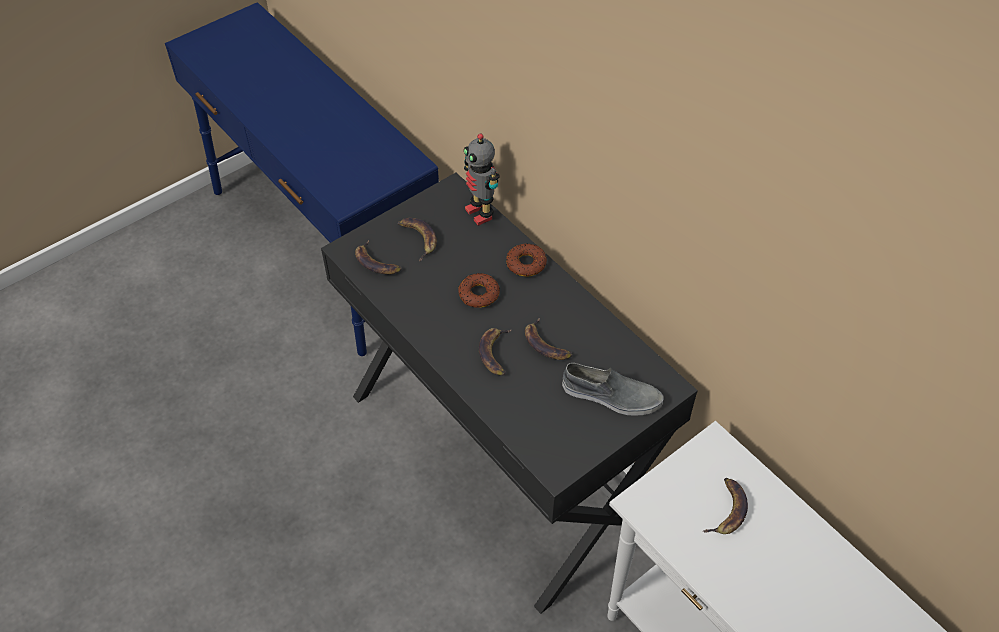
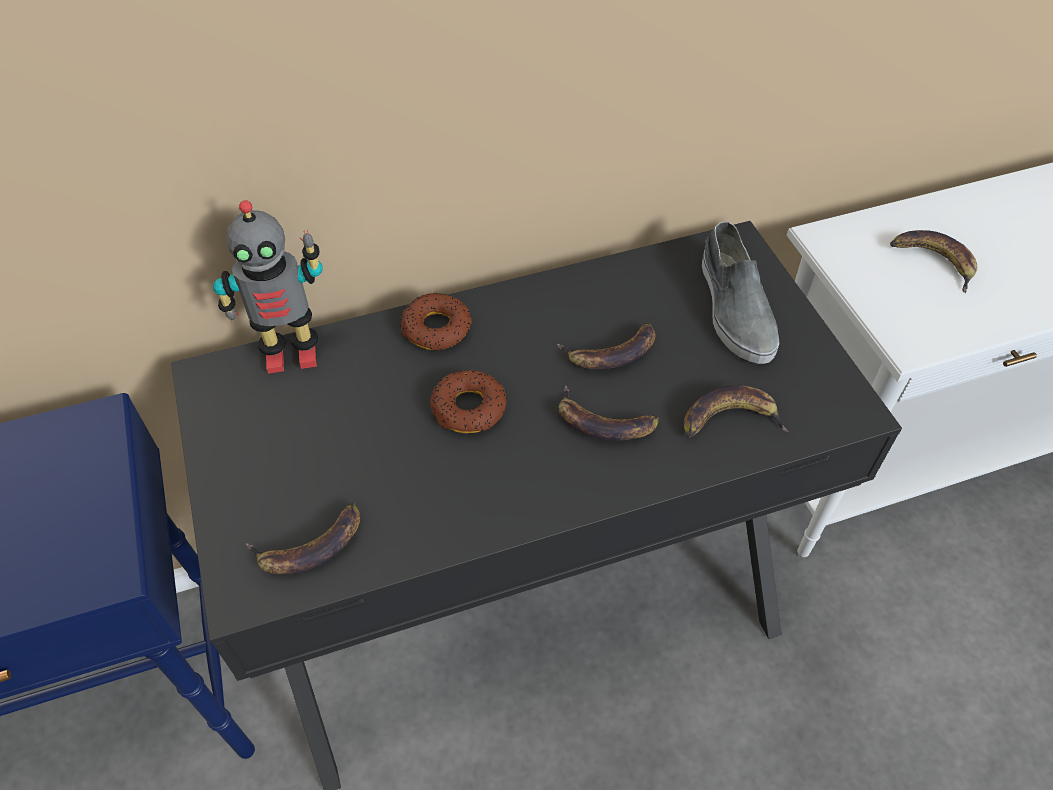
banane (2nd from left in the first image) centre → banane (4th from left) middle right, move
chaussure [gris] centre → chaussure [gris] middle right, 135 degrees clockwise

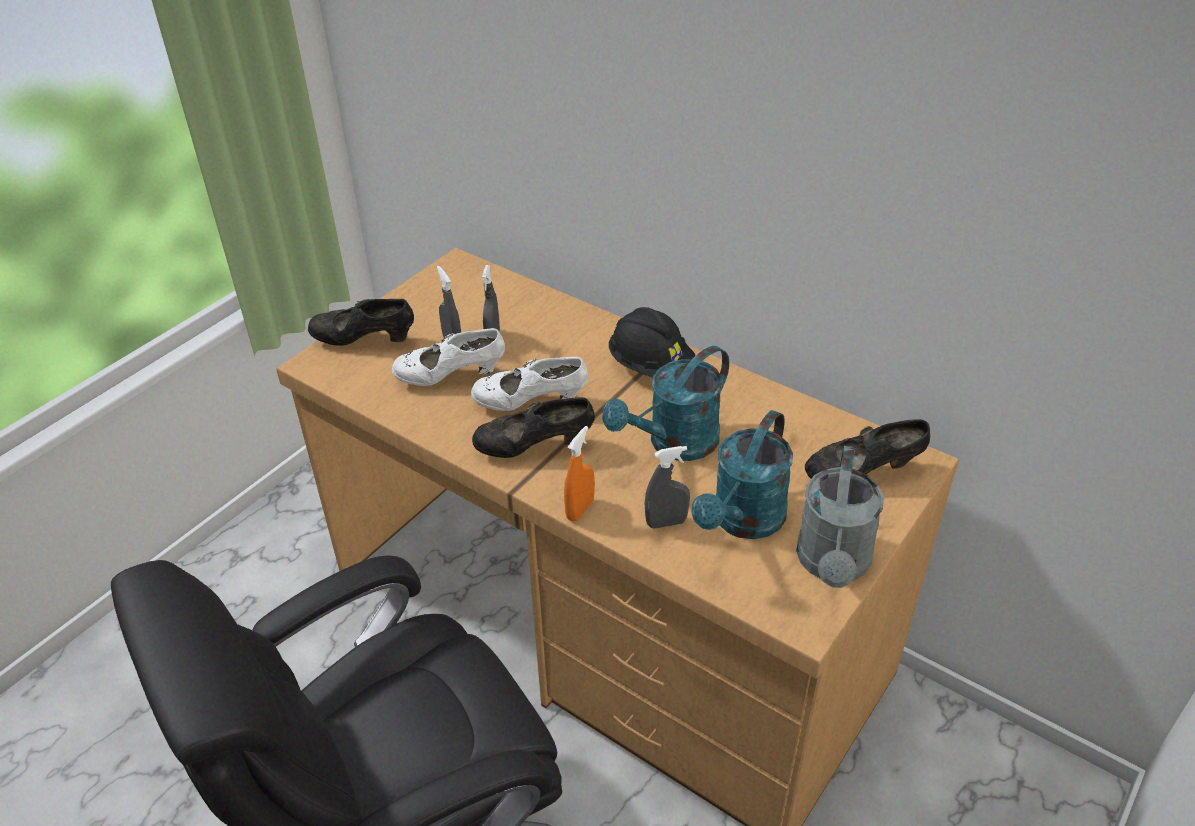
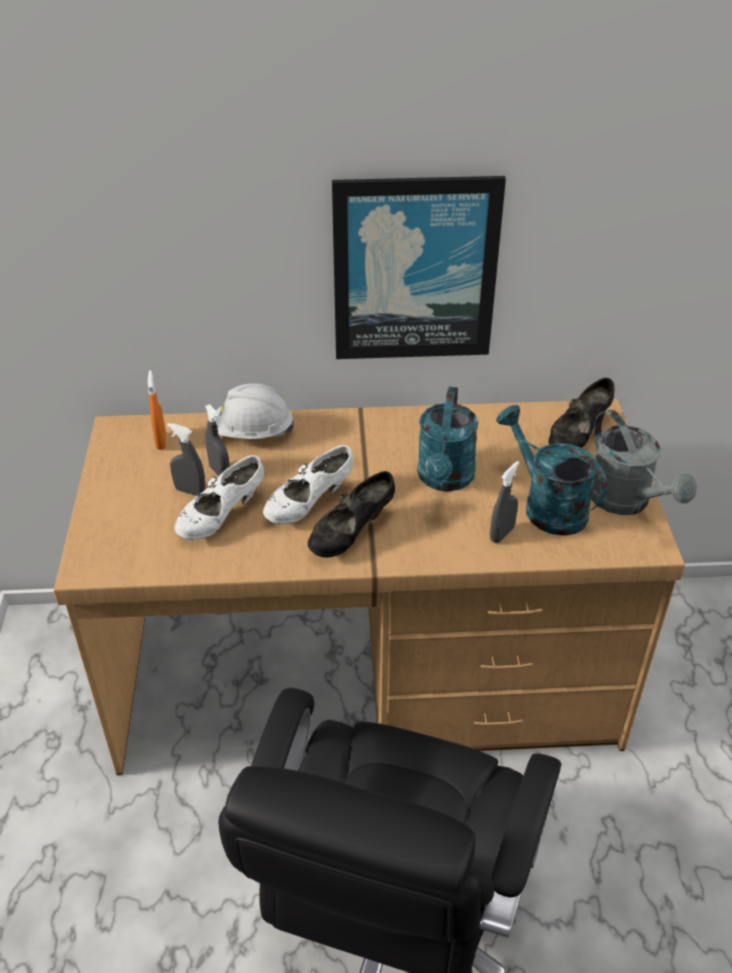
chaussure [noir] (1st from left) middle left → -
vaporisateur [orange] centre → vaporisateur [orange] middle left, move
casque de chantier [noir] centre → -
arrosoir [turquoise] (2nd from left) centre → arrosoir [turquoise] (2nd from left) middle right, 150 degrees clockwise
- → casque de chantier [blanc] centre
- → tableau top centre

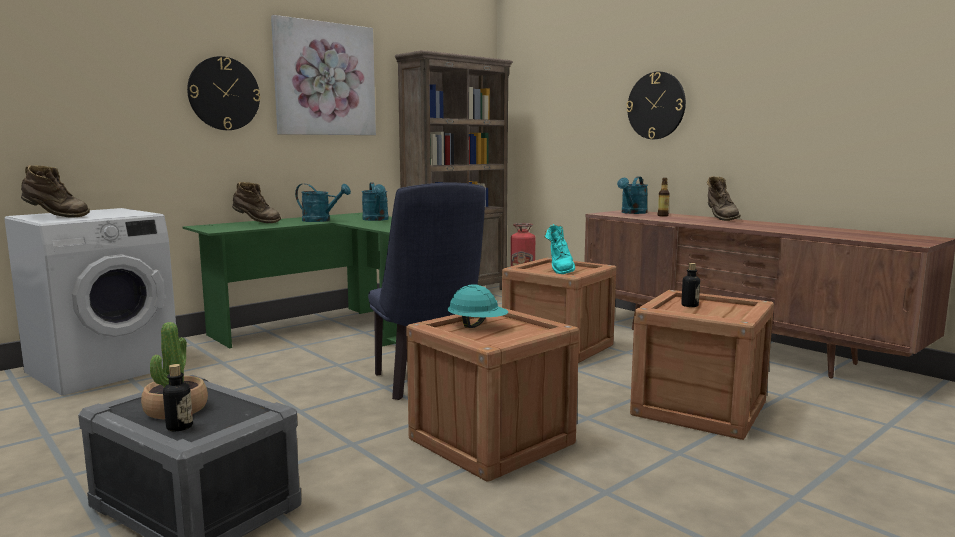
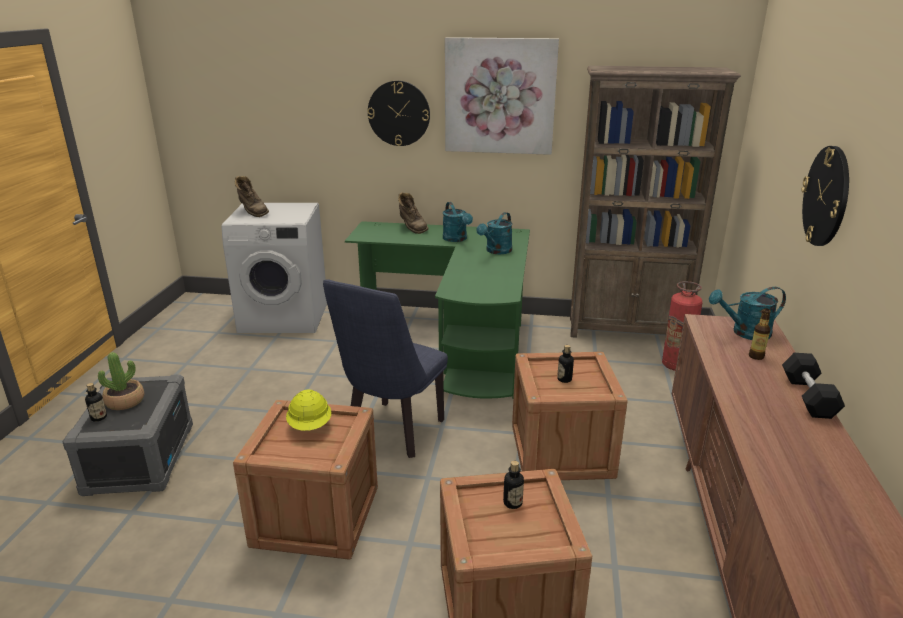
casque de chantier [turquoise] centre → casque de chantier [jaune] centre
botte [turquoise] centre → bouteille (3rd from left) centre
botte [marron] (3rd from left) middle right → haltère [noir] middle right

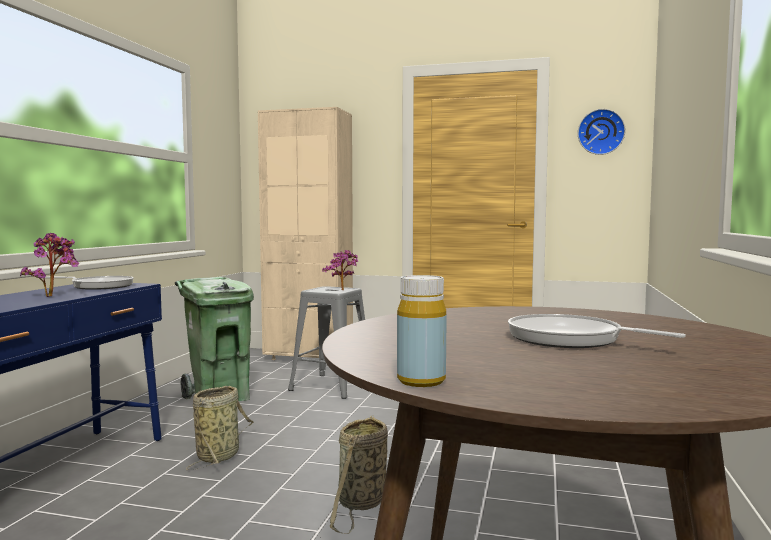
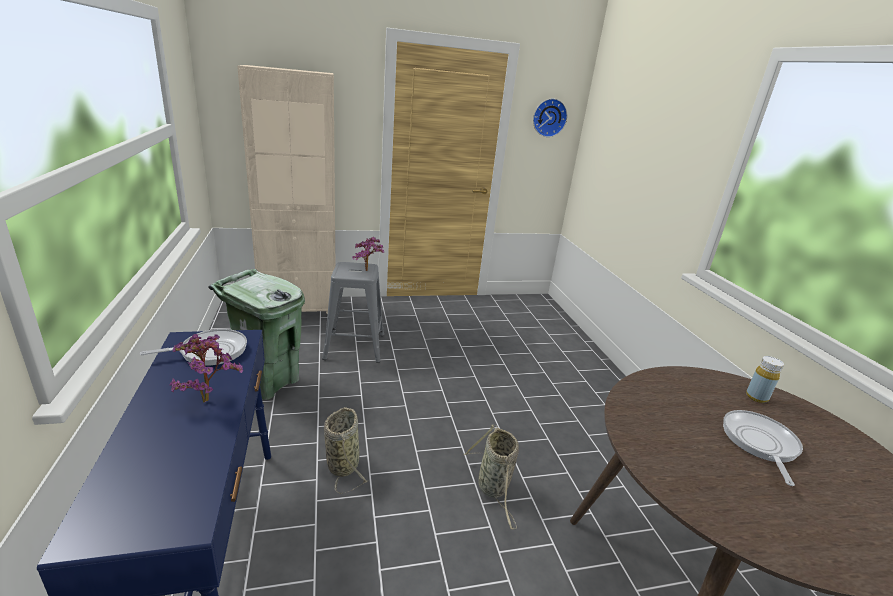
bouteille [jaune] centre → bouteille [jaune] middle right, move
poêle (2nd from left) middle right → poêle (2nd from left) bottom right, 90 degrees clockwise

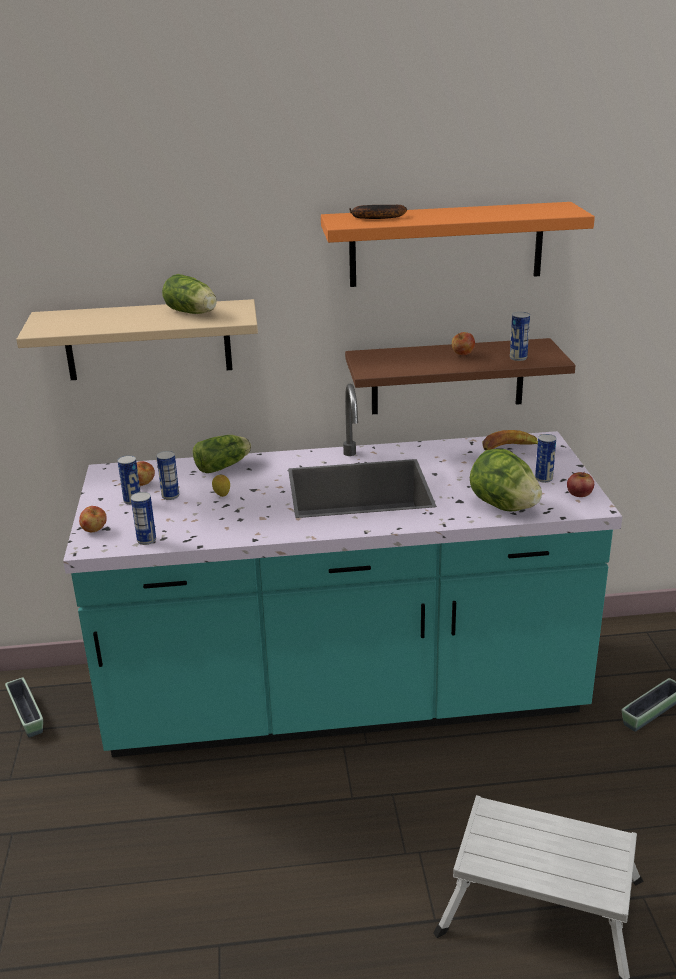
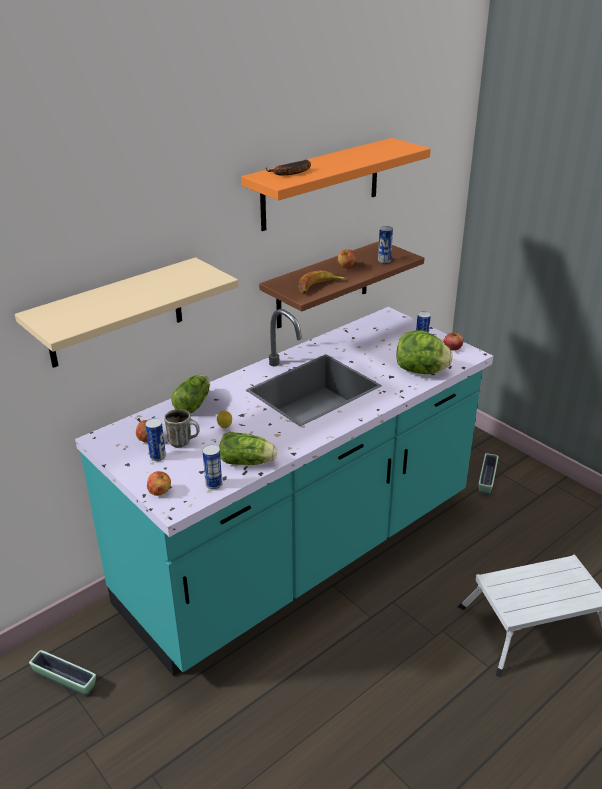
boîte métallique (3rd from left) middle left → mug middle left
laitue (1st from left in the first image) top left → laitue (2nd from left) centre, move
banane (2nd from left) middle right → banane (2nd from left) centre, move

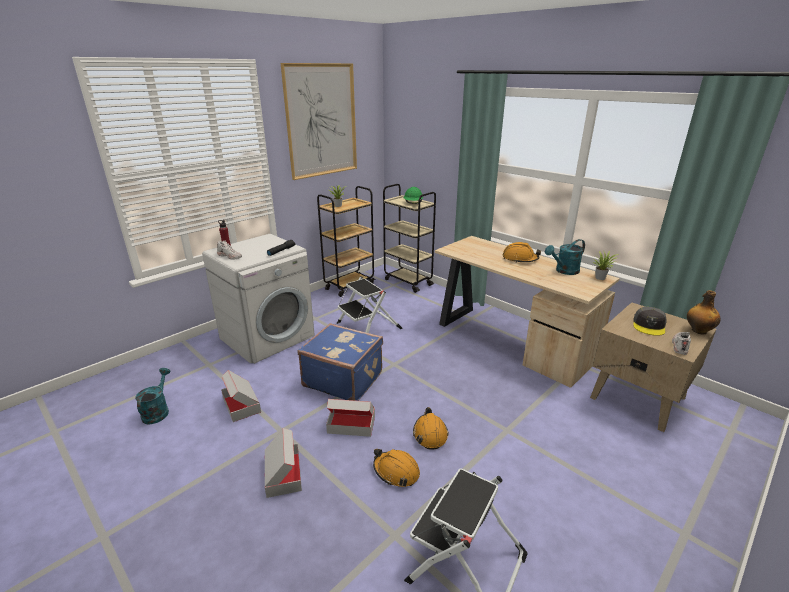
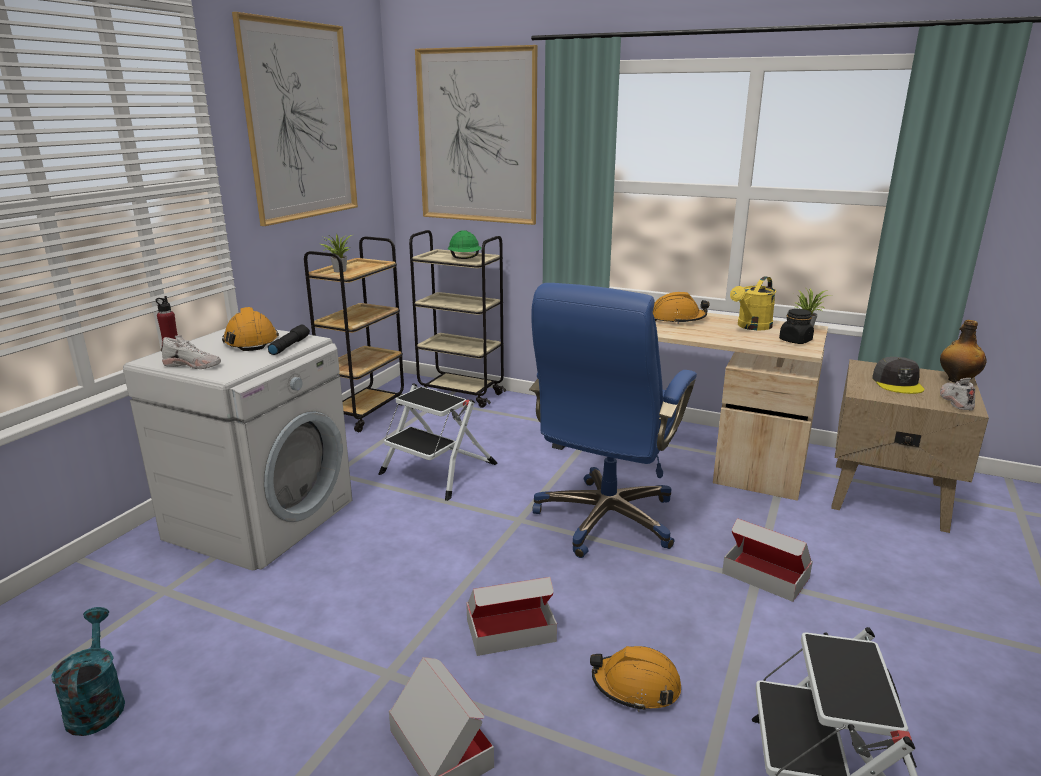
carton (1st from left in the first image) bottom left → carton (3rd from left) bottom right, move
valise [bleu] centre → -
casque de chantier [orange] (2nd from left in the first image) bottom centre → casque de chantier [orange] (1st from left) middle left, move
arrosoir [turquoise] (2nd from left) middle right → arrosoir [jaune] middle right
- → tableau (2nd from left) top centre
- → chaise de bureau [bleu] centre
- → bocal [noir] middle right

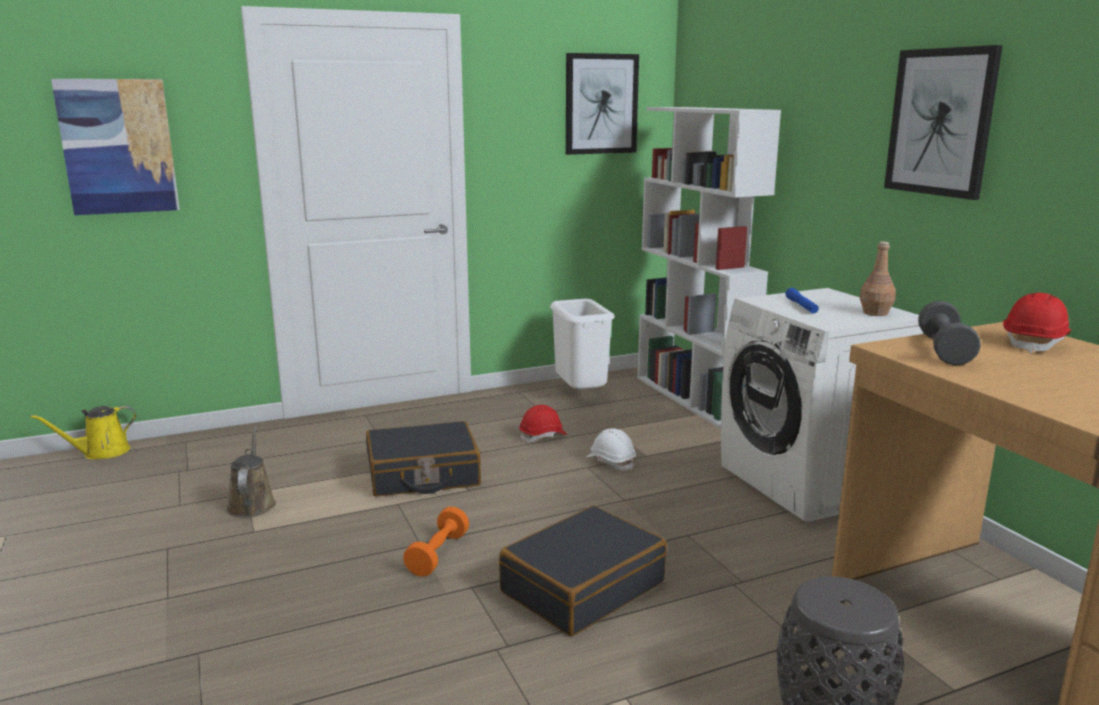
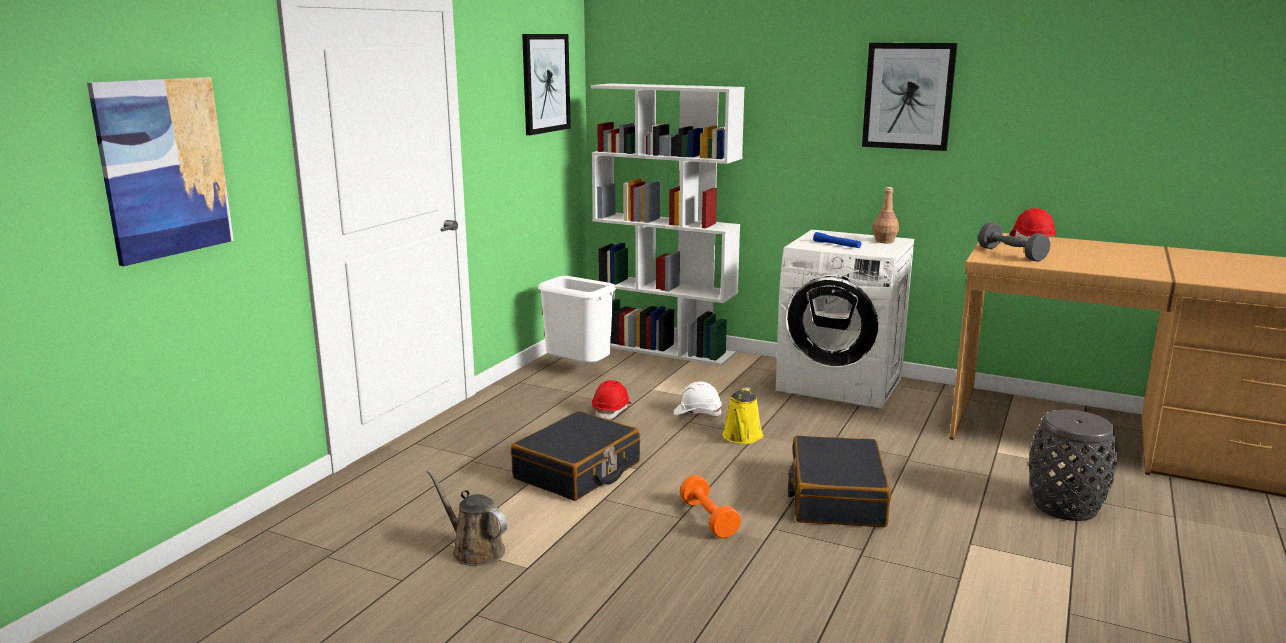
arrosoir [jaune] middle left → arrosoir [jaune] centre, move

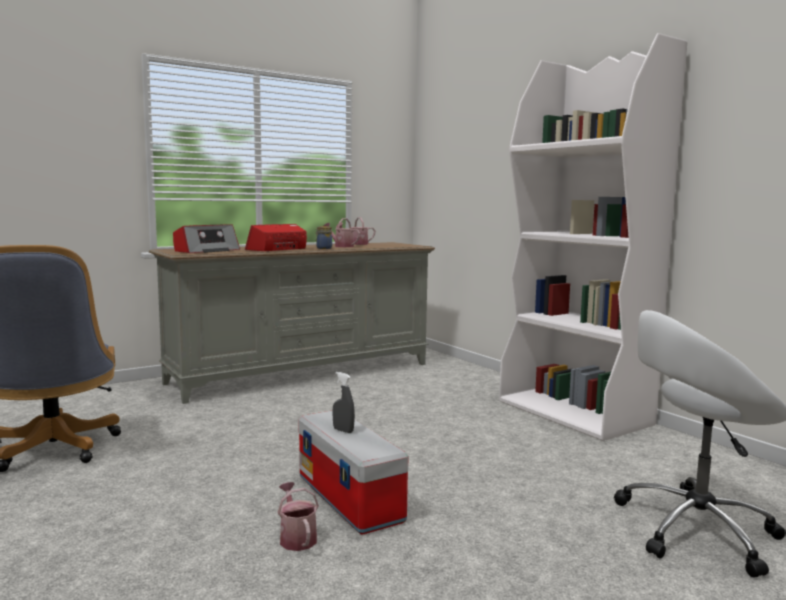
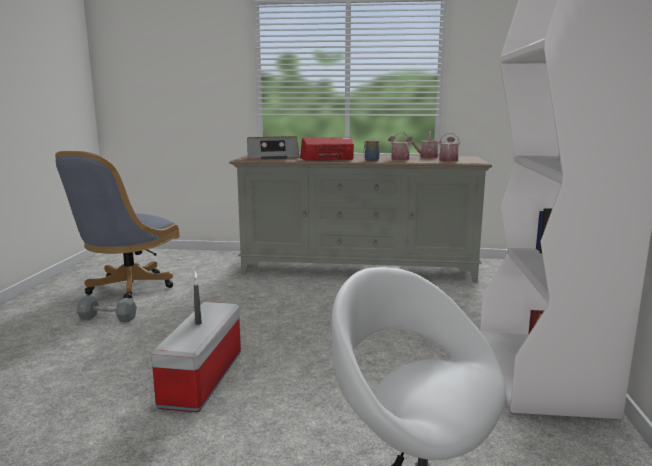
arrosoir (1st from left in the first image) bottom centre → arrosoir (3rd from left) top right, move
- → haltère [gris] middle left

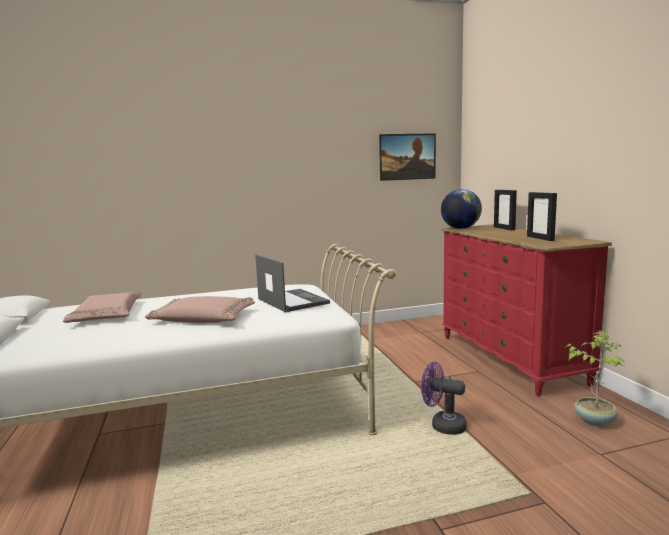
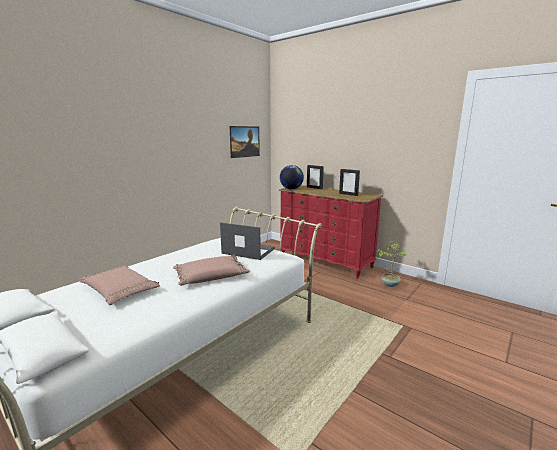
ventilateur [violet] bottom centre → -

